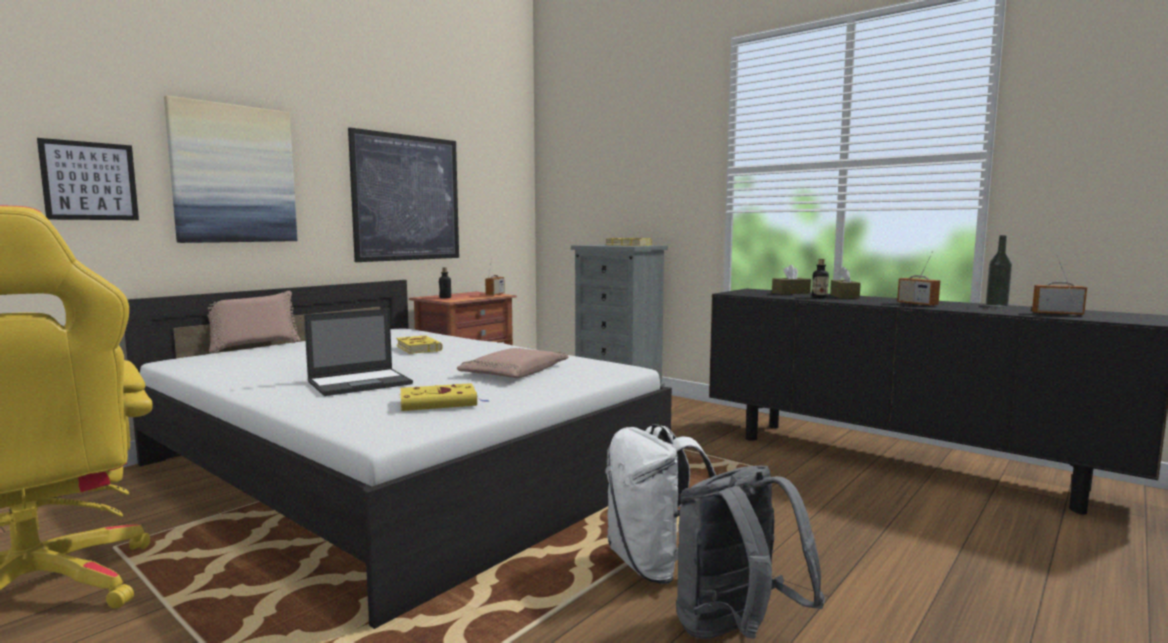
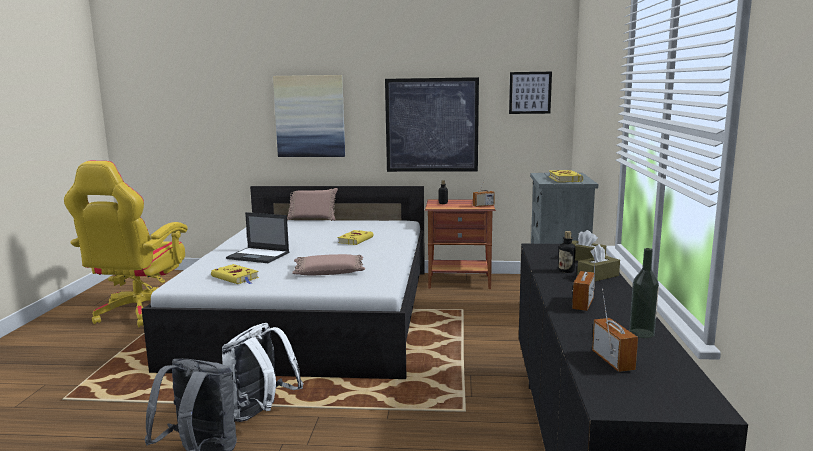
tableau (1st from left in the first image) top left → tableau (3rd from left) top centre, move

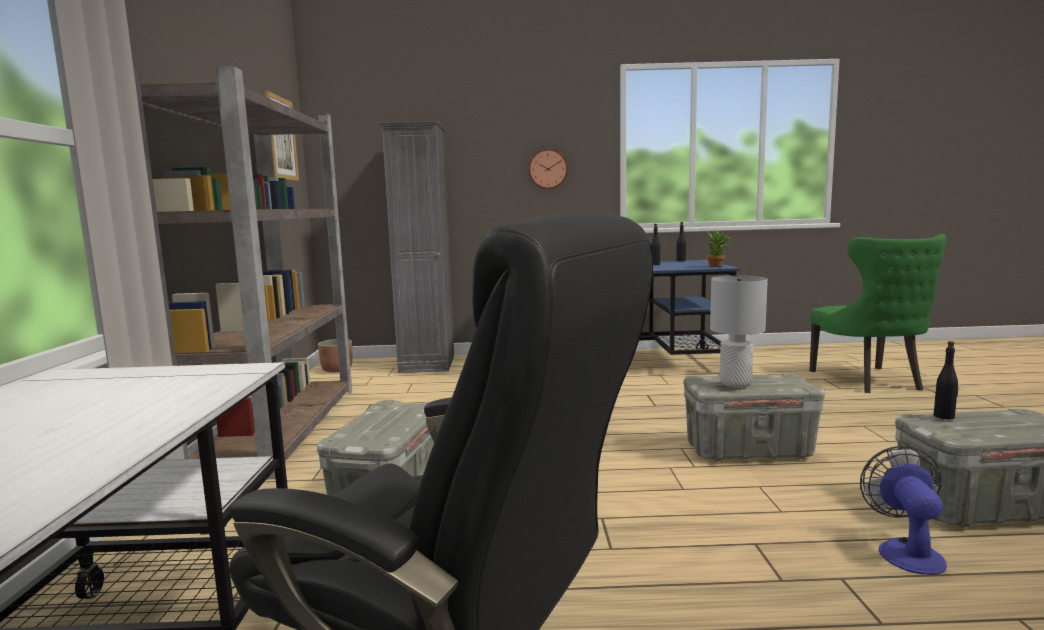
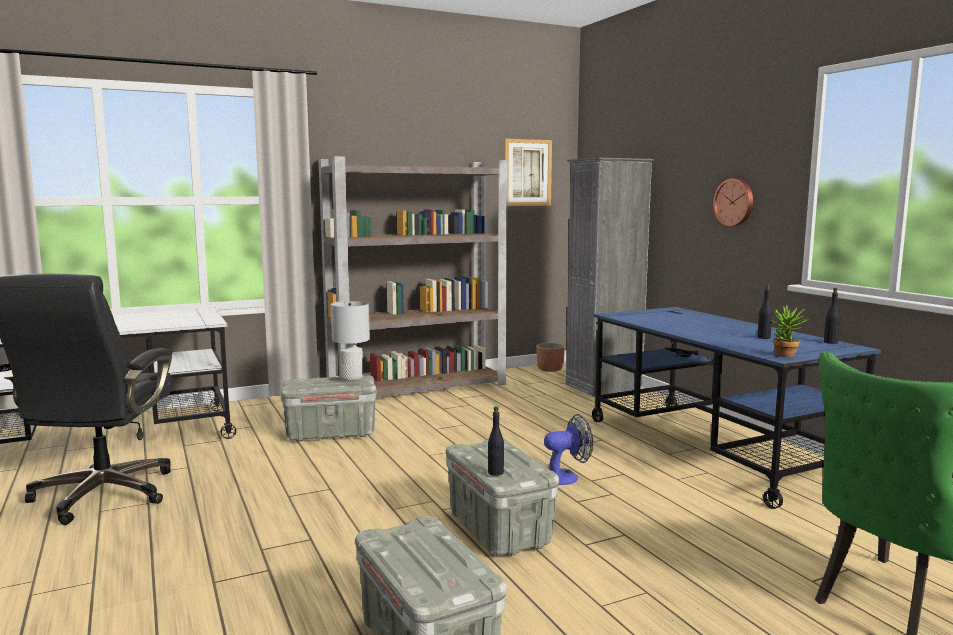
lampe de table [gris] middle right → lampe de table [gris] centre, move
ventilateur bottom right → ventilateur bottom centre, move
bouteille [noir] (3rd from left in the first image) middle right → bouteille [noir] (1st from left) bottom centre, move

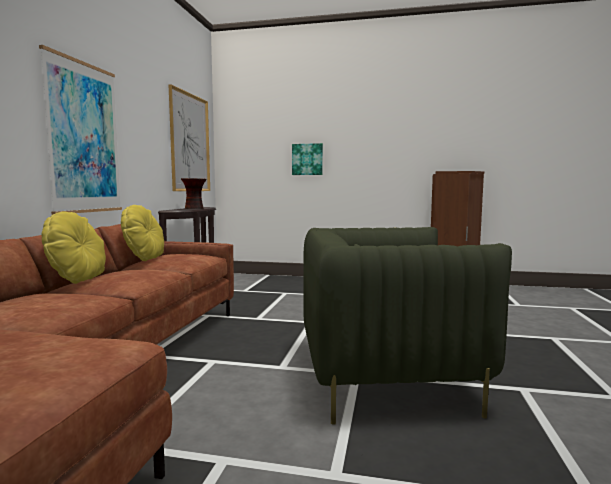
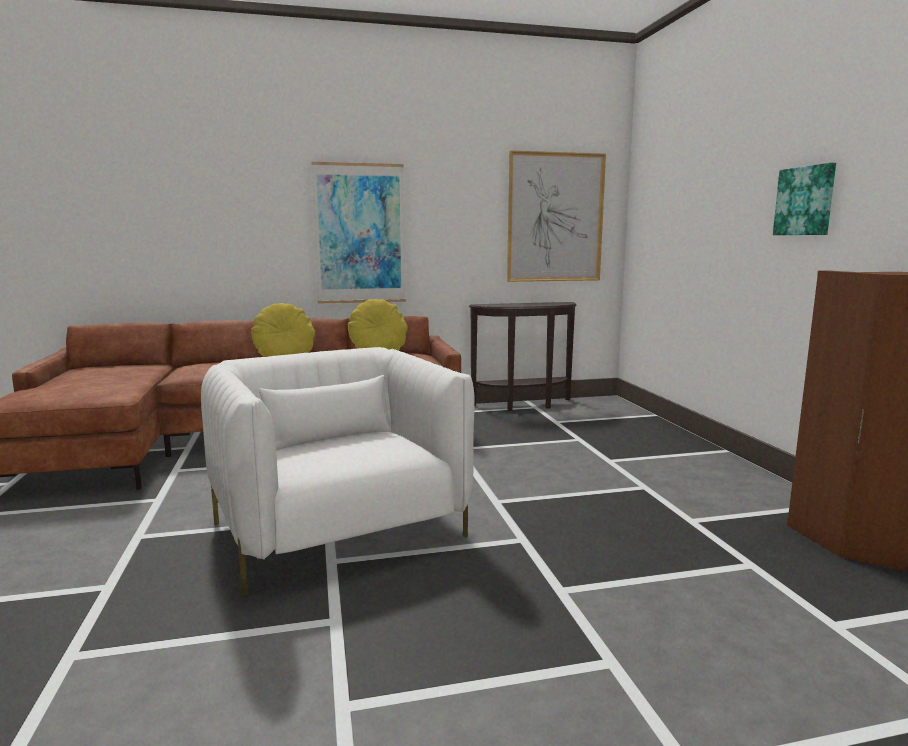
vase middle left → -
tableau (3rd from left) top centre → tableau (3rd from left) top right, move
fauteuil [vert] bottom centre → fauteuil [blanc] centre

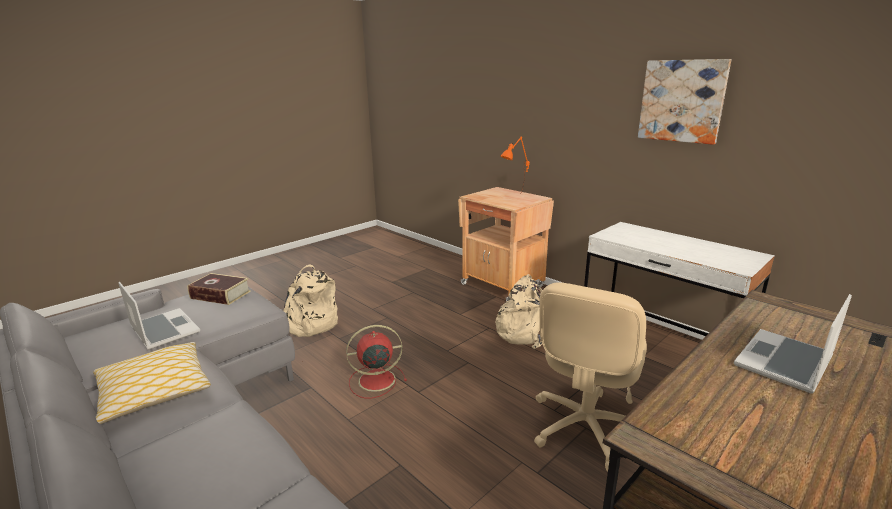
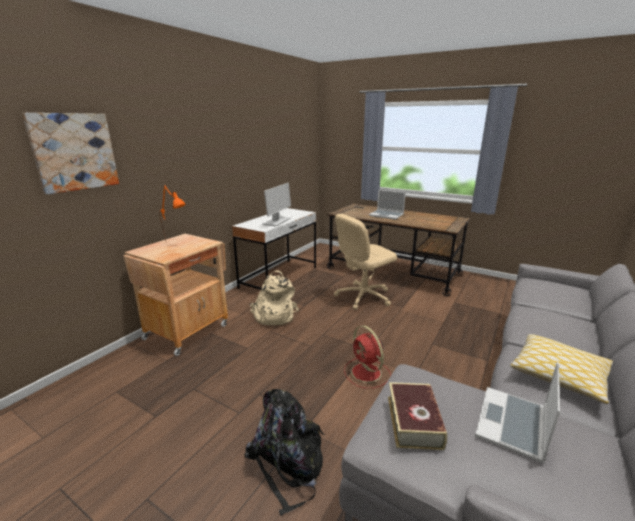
sac à dos [beige] (1st from left) centre → sac à dos [noir] bottom centre
chaise de bureau [beige] bottom centre → chaise de bureau [beige] centre, 135 degrees clockwise
tableau top right → tableau top left, move
- → écran d'ordinateur centre

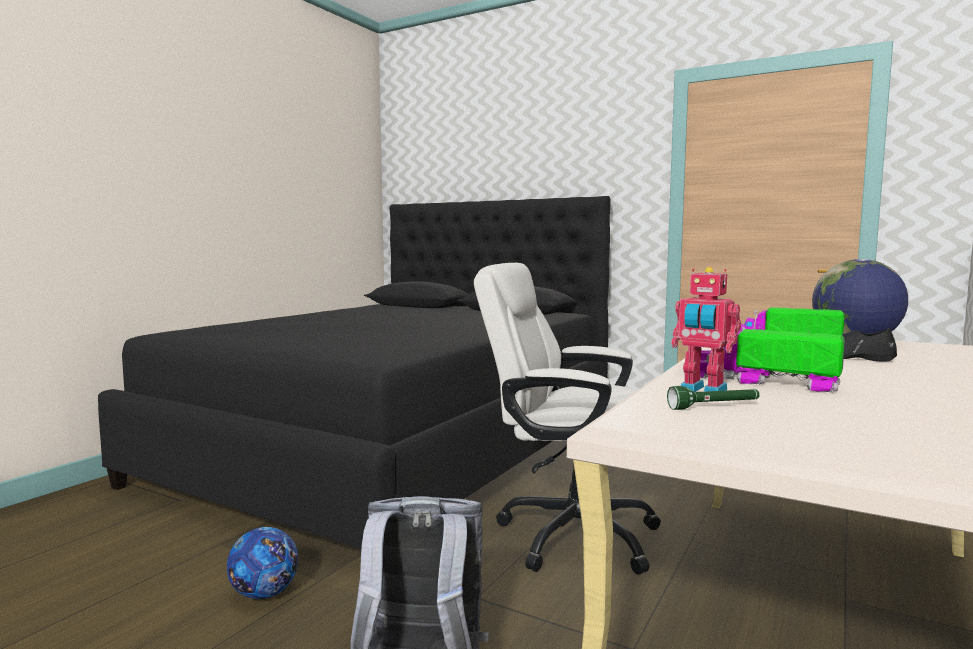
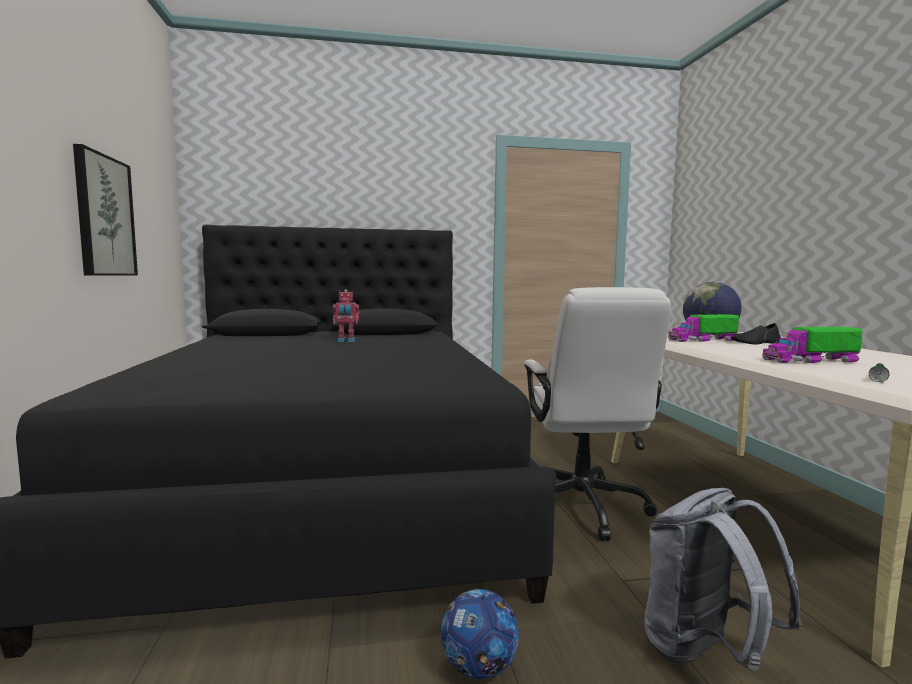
chaise de bureau [blanc] centre, 75 degrees counterclockwise
robot jouet middle right → robot jouet centre, move
- → tableau top left

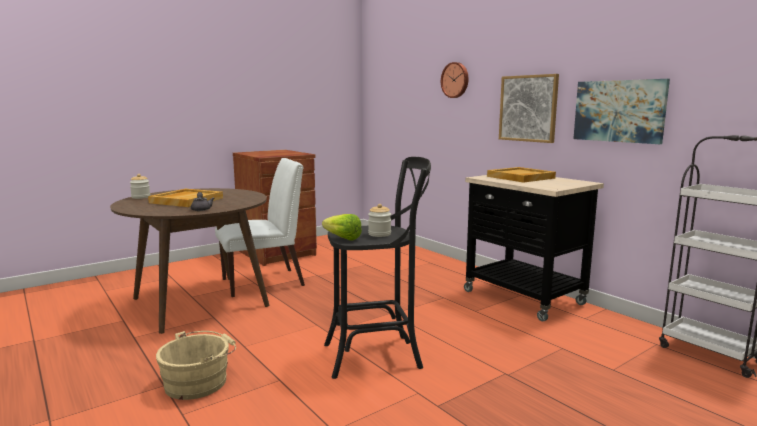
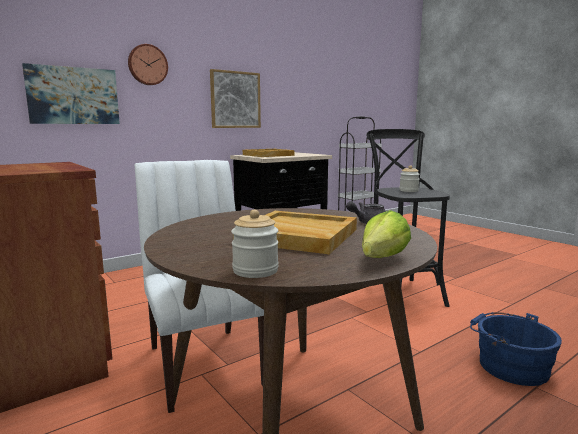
seau [beige] bottom left → seau [bleu] bottom right
laitue centre → laitue middle right, move
tableau (2nd from left in the first image) top right → tableau (1st from left) top left, move

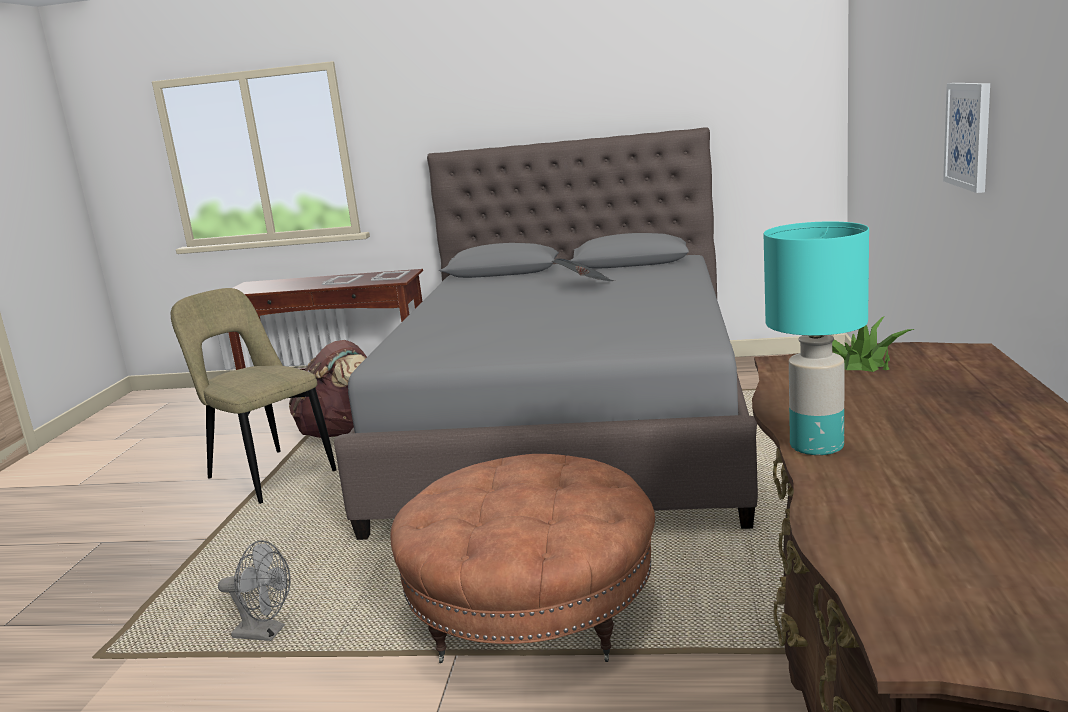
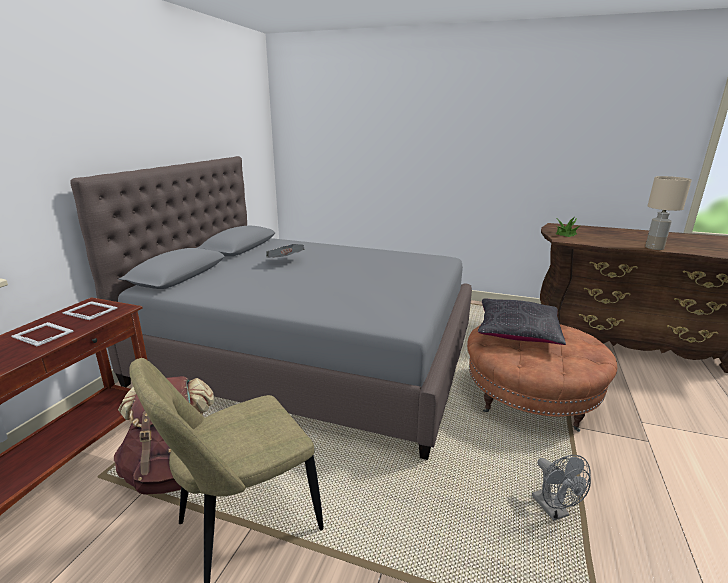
ventilateur [gris] bottom left → ventilateur [gris] bottom right, 135 degrees clockwise
lampe de table [turquoise] middle right → lampe de table [beige] middle right
tableau top right → -
- → coussin [noir] middle right

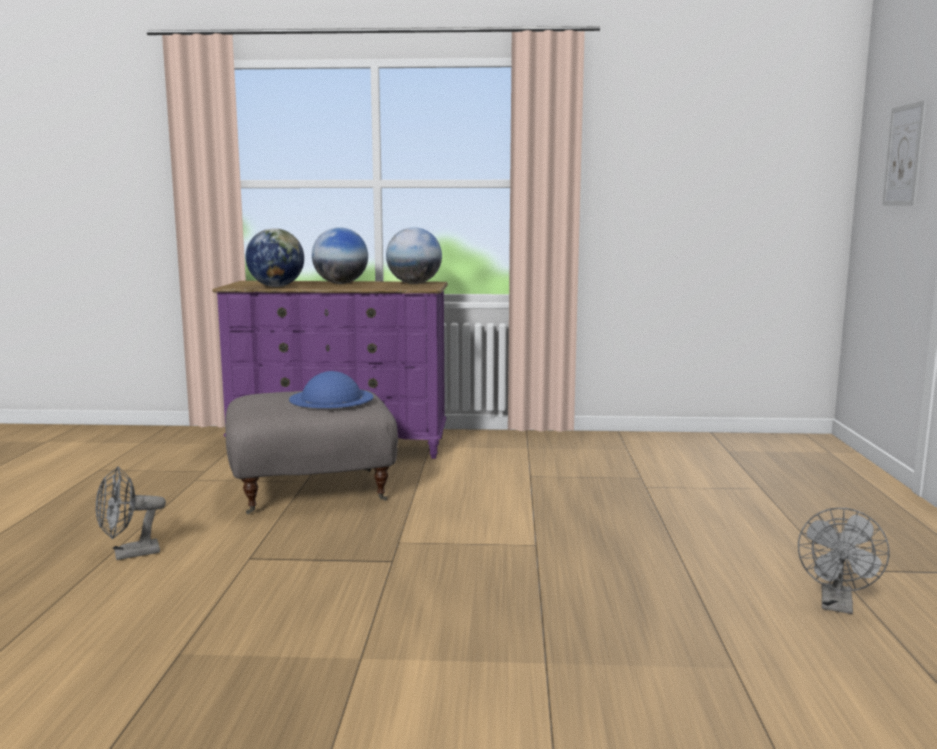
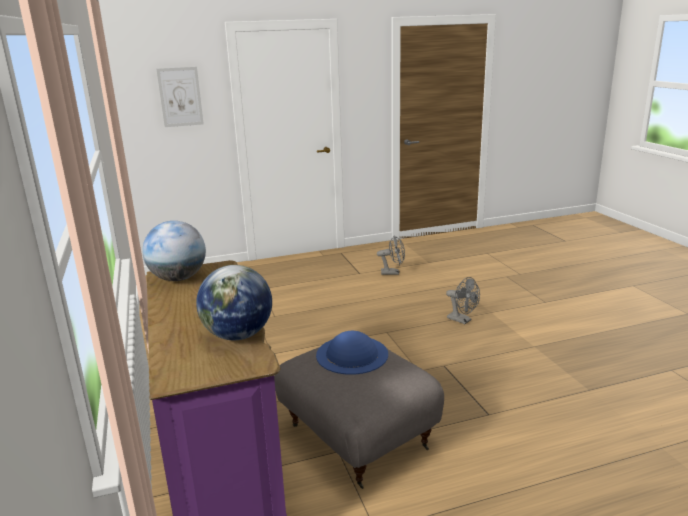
ventilateur [gris] (1st from left in the first image) bottom left → ventilateur [gris] (2nd from left) middle right, move
globe (2nd from left) centre → -

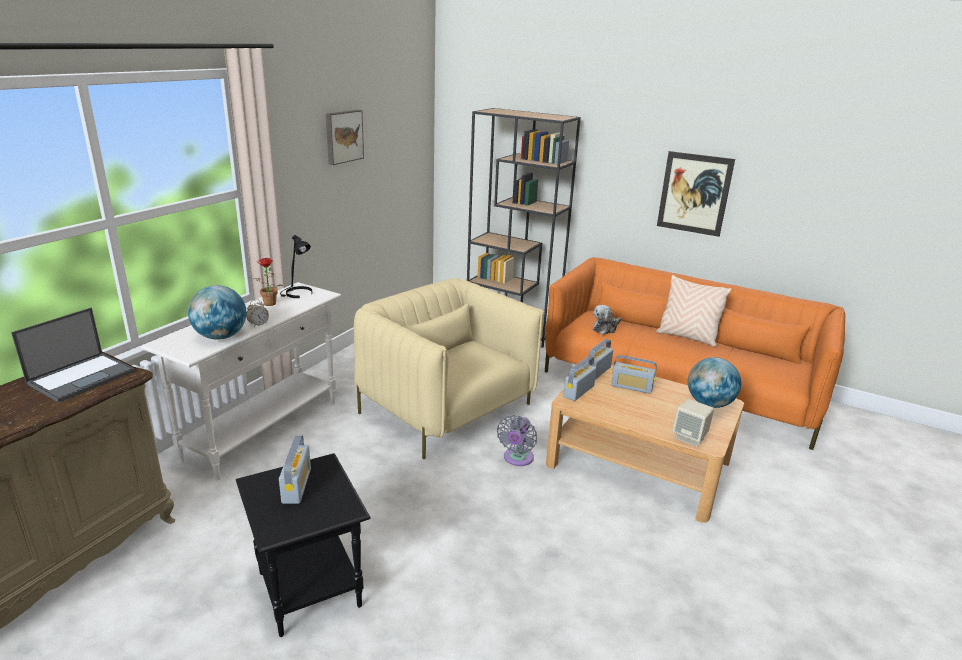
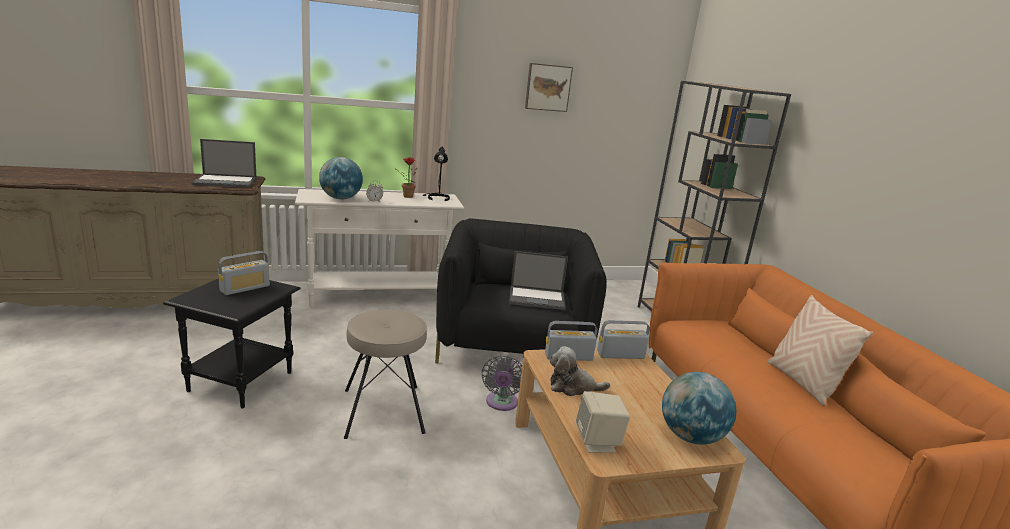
fauteuil [beige] centre → fauteuil [noir] centre
ventilateur [gris] bottom centre, 60 degrees counterclockwise
peluche centre → peluche bottom centre, move
radio (4th from left) centre → -
tableau (2nd from left) top right → -
- → tabouret [beige] bottom centre
- → ordinateur portable (2nd from left) centre

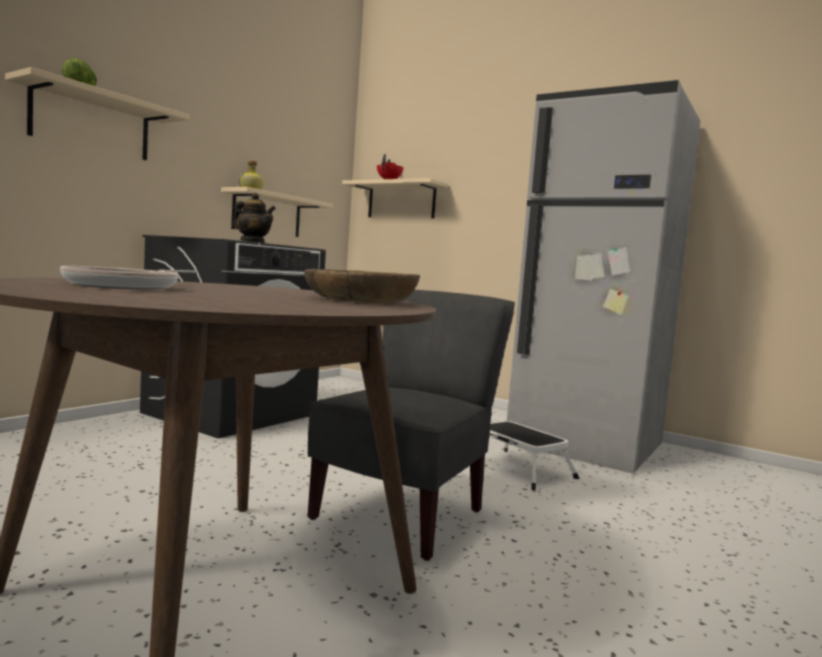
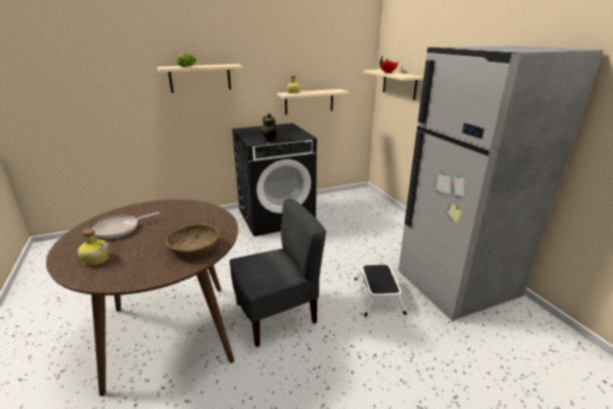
- → bouteille (1st from left) middle left

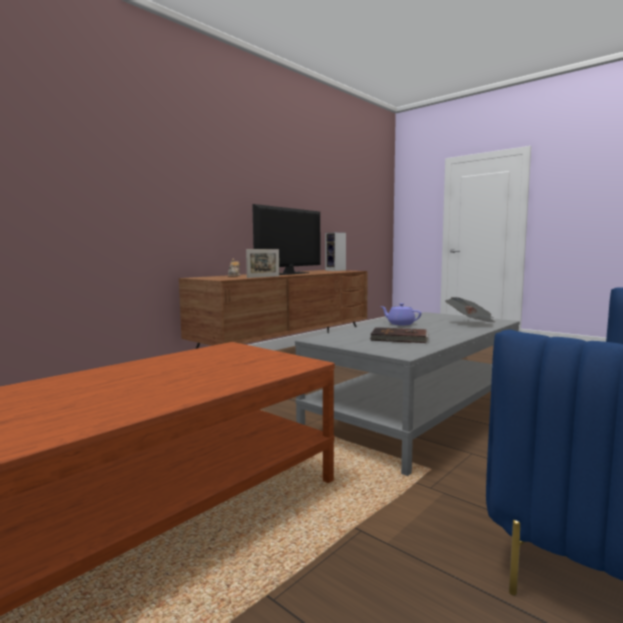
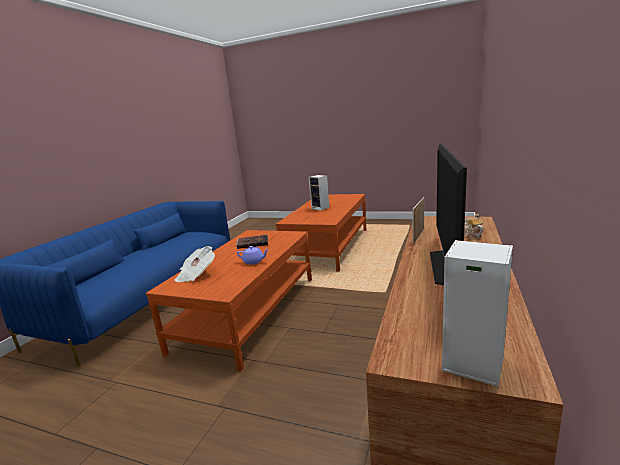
table basse [gris] centre → table basse [marron] (1st from left) centre
- → enceinte (1st from left) centre

